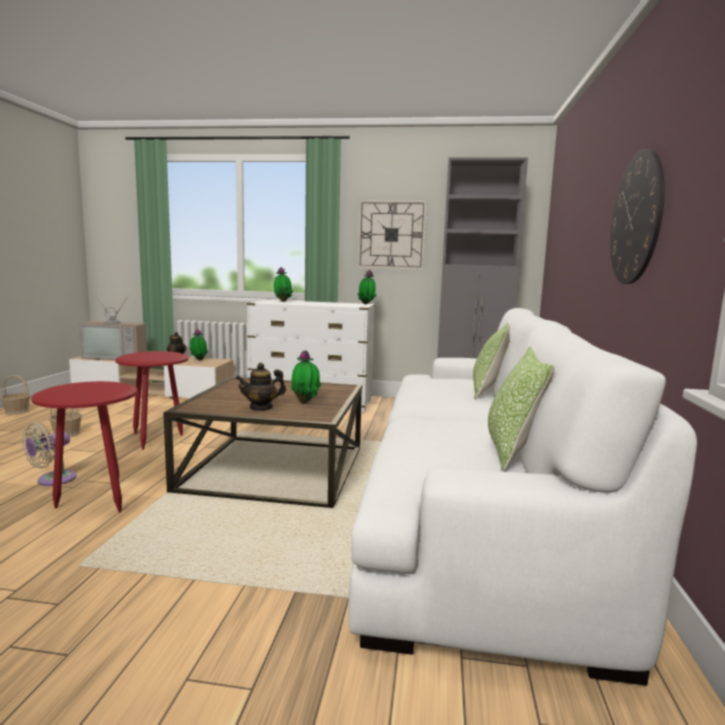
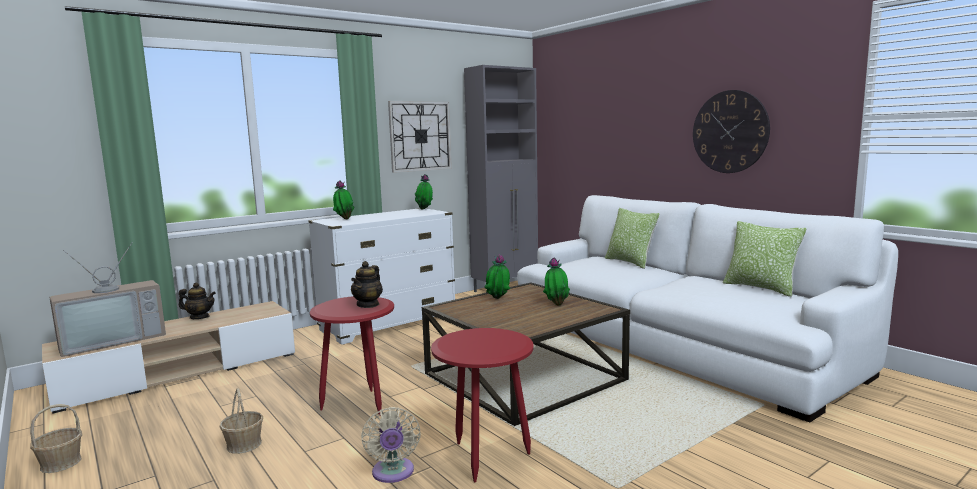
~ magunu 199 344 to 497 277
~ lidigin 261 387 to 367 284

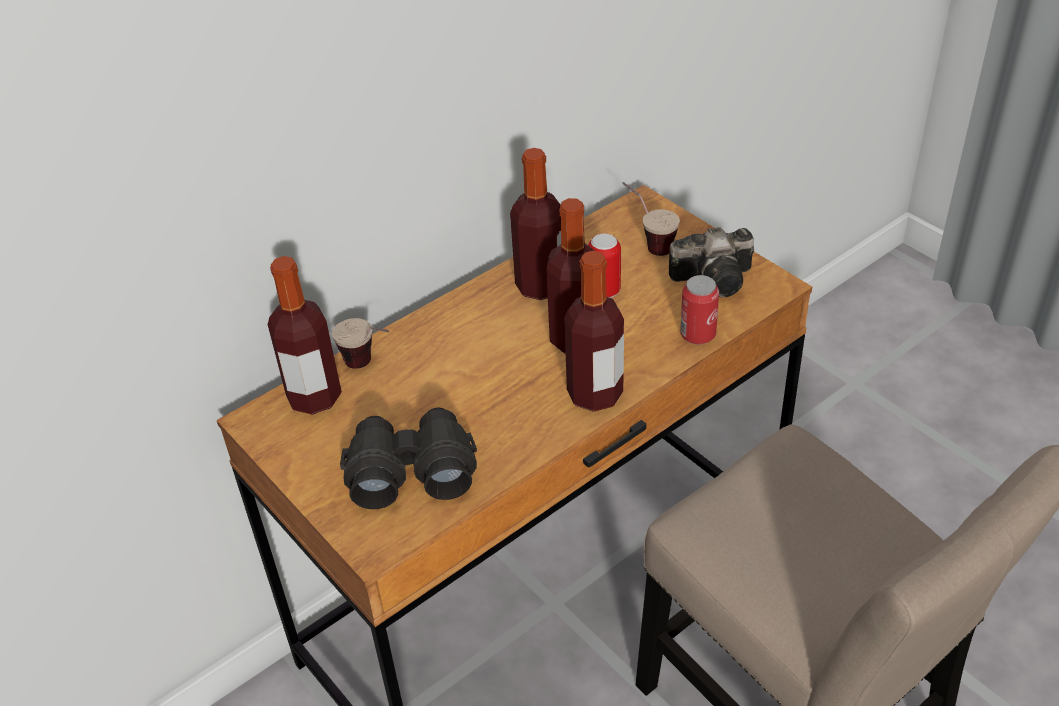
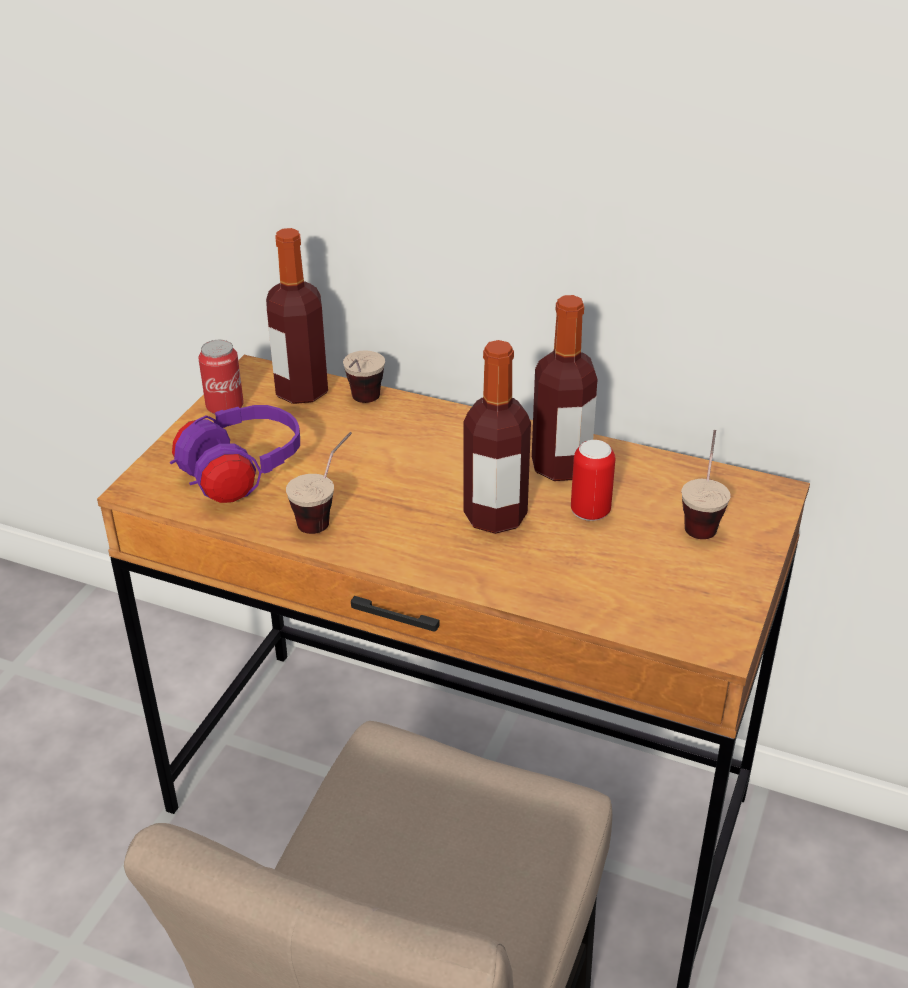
- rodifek 711 262
- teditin 594 331
~ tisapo 699 310 to 221 377
~ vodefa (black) 408 458 to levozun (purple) 235 454
+ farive 319 483

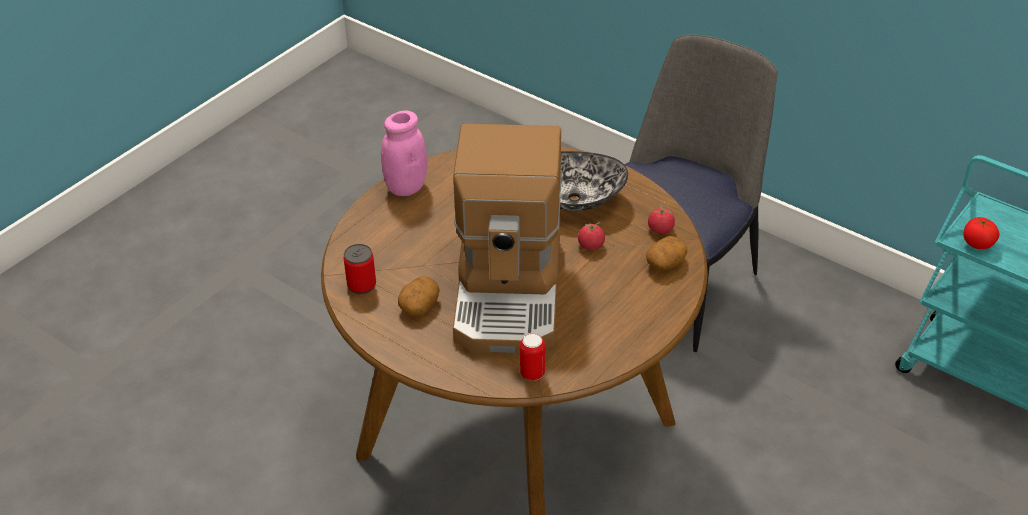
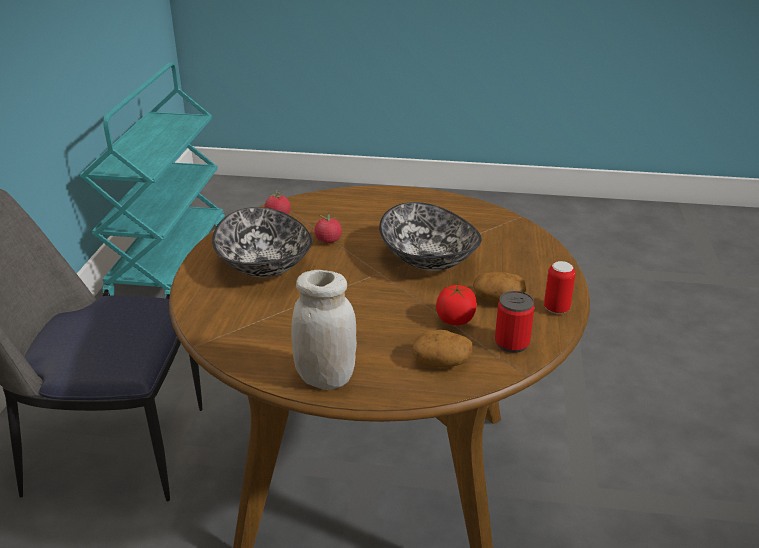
~ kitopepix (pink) 404 153 to kitopepix (white) 324 329
~ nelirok 507 239 to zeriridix 430 236
~ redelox 981 233 to 456 305
~ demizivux 666 253 to 442 348
~ tisapo 532 357 to 559 287

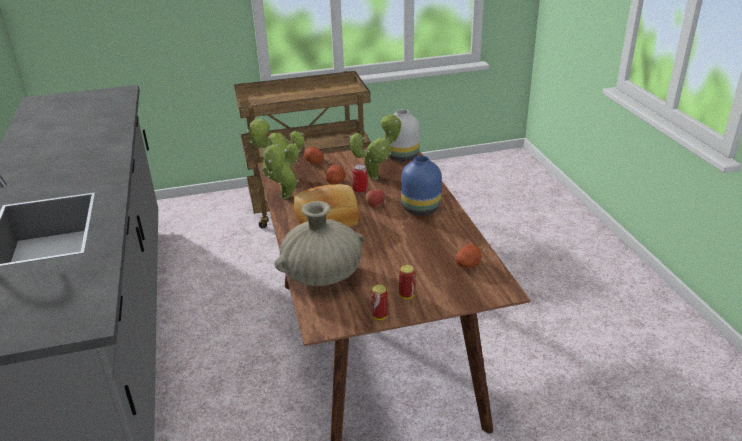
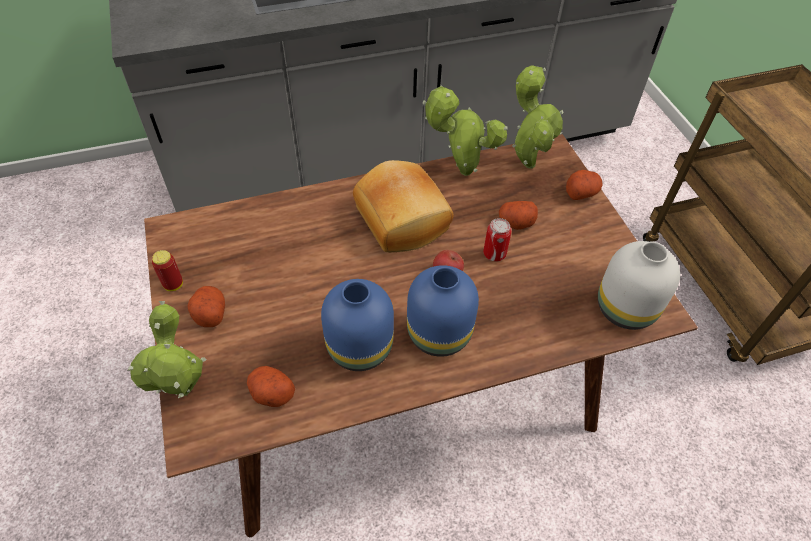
~ magunu 375 146 to 166 349
- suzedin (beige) 319 243
~ tisapo 407 282 to demizivux 206 306
+ suzedin (blue) 357 325

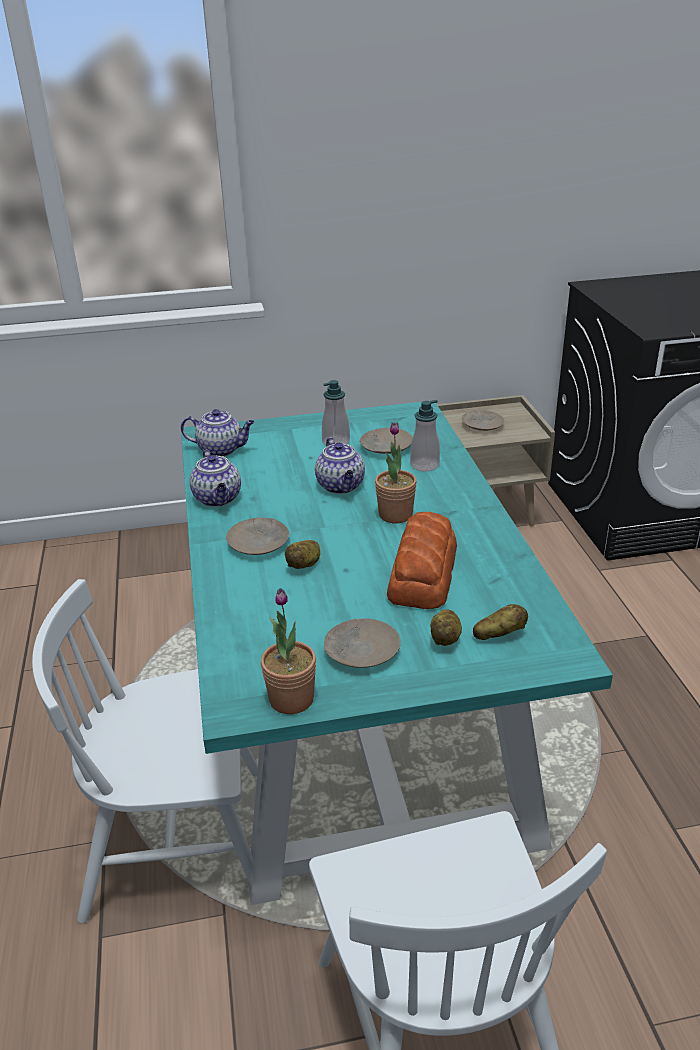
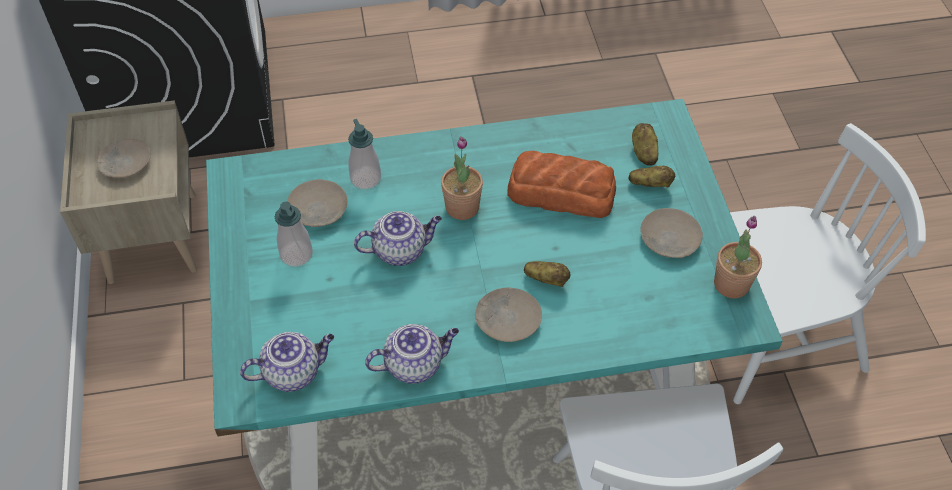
~ lidigin 217 433 = 287 362 60 degrees clockwise

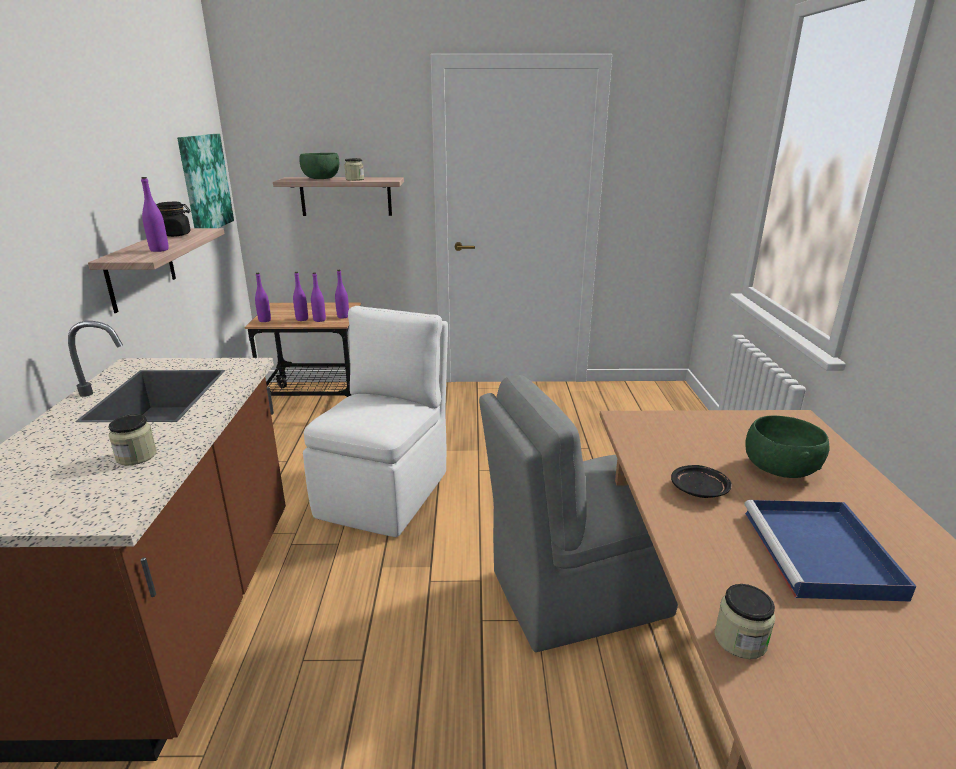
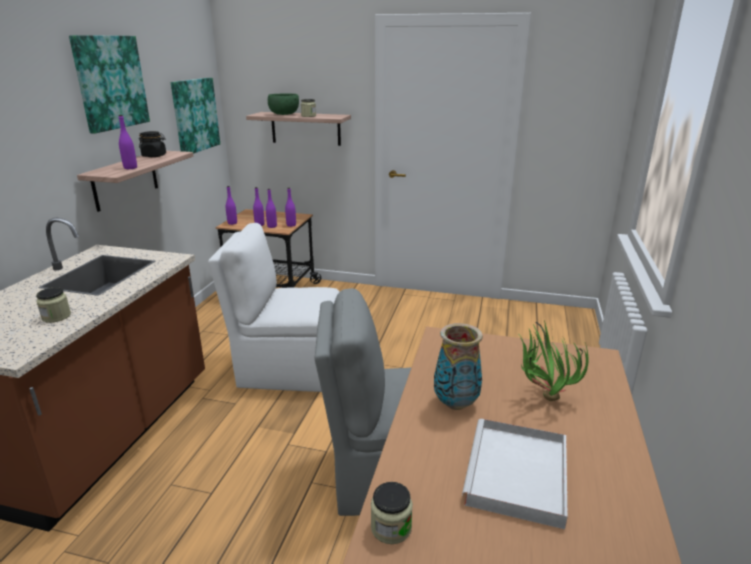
~ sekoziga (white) 375 421 = 274 307 120 degrees counterclockwise
~ zeriridix (green) 788 447 to magunu 554 360
~ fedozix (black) 701 481 to suzedin 458 366
~ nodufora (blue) 830 551 to nodufora (white) 515 474
+ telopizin 109 84

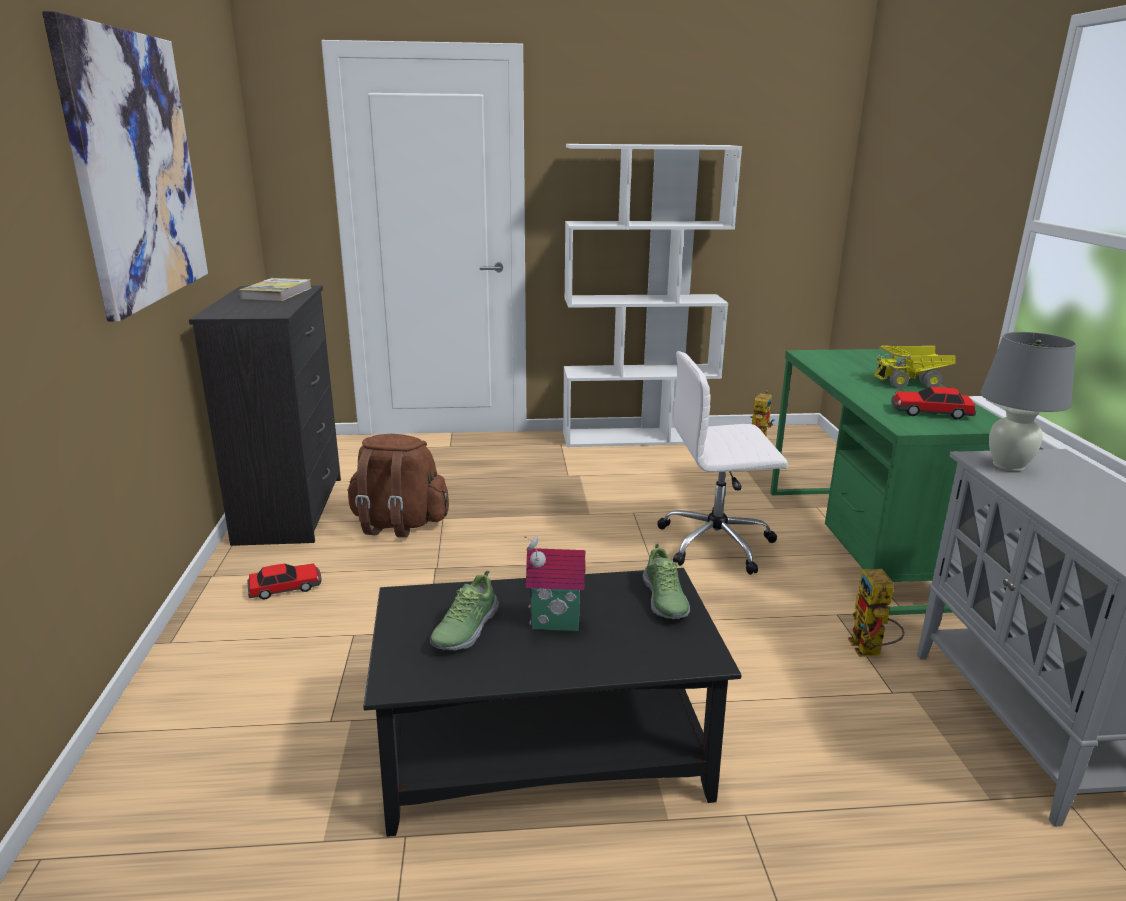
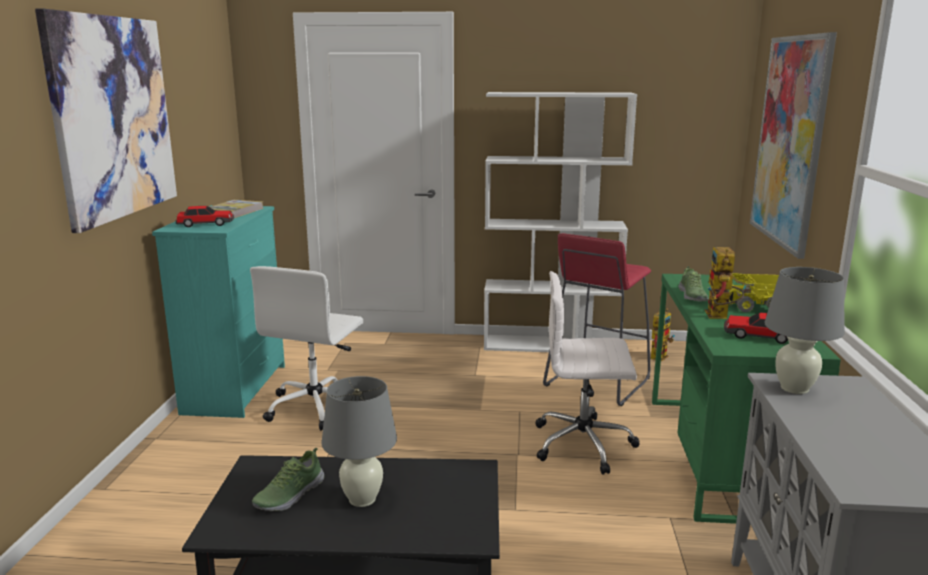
~ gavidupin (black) 265 415 to gavidupin (turquoise) 218 311
~ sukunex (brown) 398 485 to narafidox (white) 306 348
~ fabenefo 554 583 to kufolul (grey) 359 441
~ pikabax 666 581 to 693 284
~ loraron 284 581 to 205 216
~ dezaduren 876 613 to 724 283
+ telopizin 793 145
+ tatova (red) 597 319

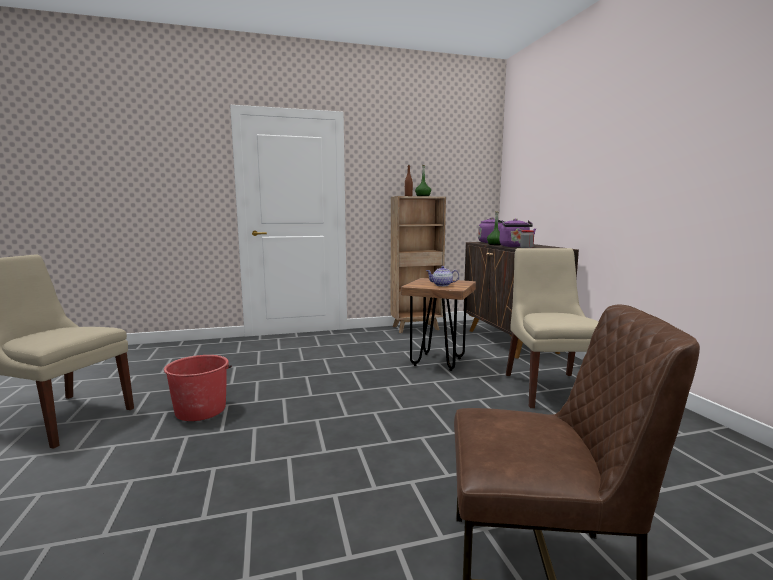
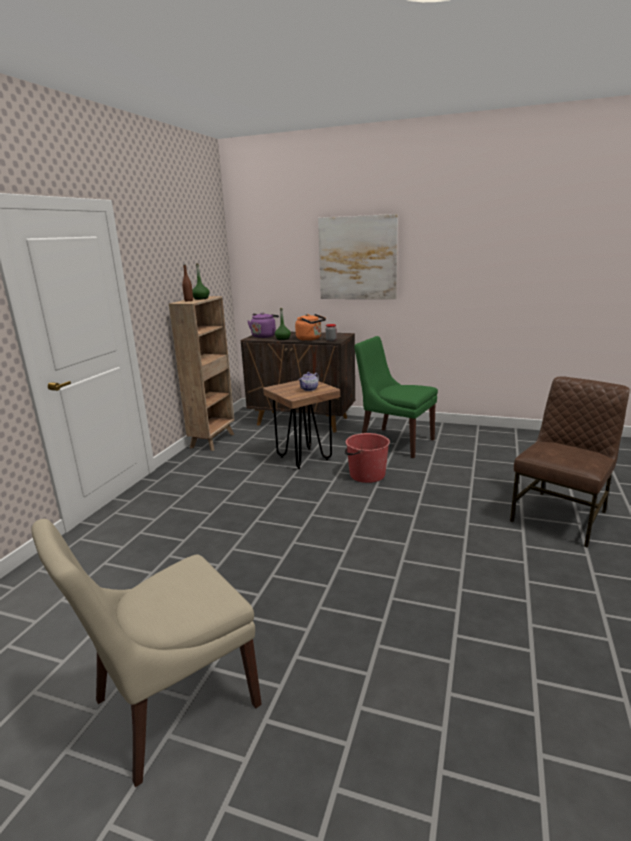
~ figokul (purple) 517 232 to figokul (orange) 310 327
~ sekoziga (beige) 552 328 to sekoziga (green) 396 397
~ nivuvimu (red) 198 388 to 367 458
+ telopizin 358 256

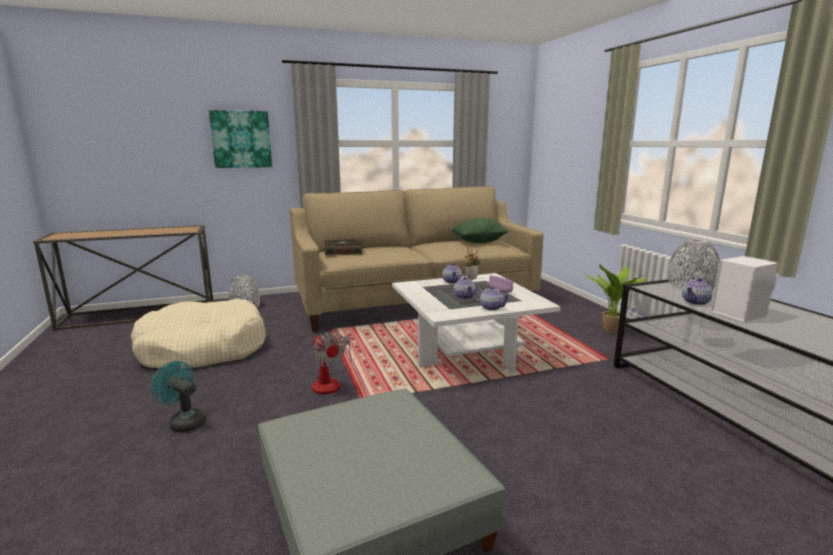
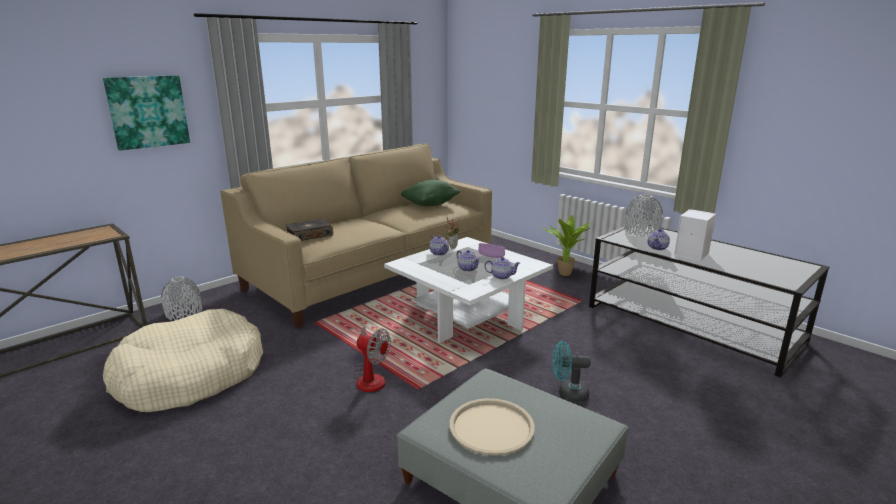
~ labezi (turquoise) 178 397 to 571 371
+ nodufora (beige) 492 427

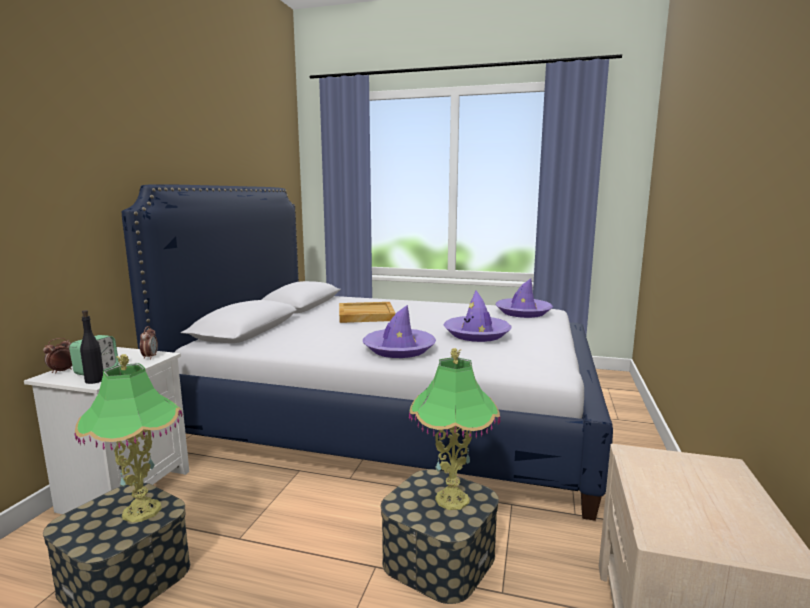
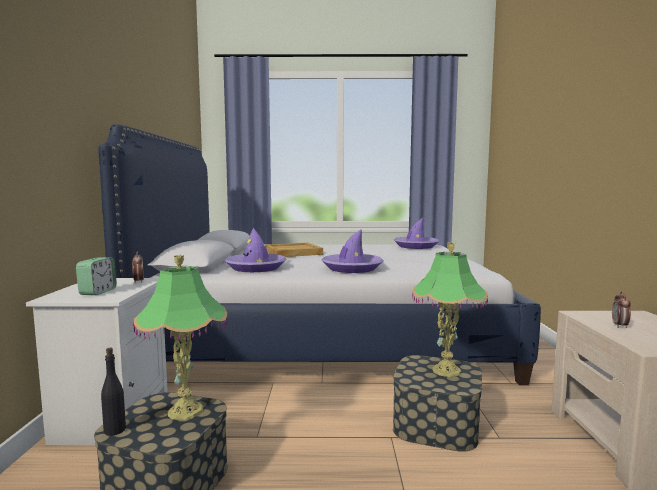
~ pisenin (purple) 477 316 to 255 250
~ teditin (black) 91 347 to 113 392
~ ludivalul 57 355 to 621 309

